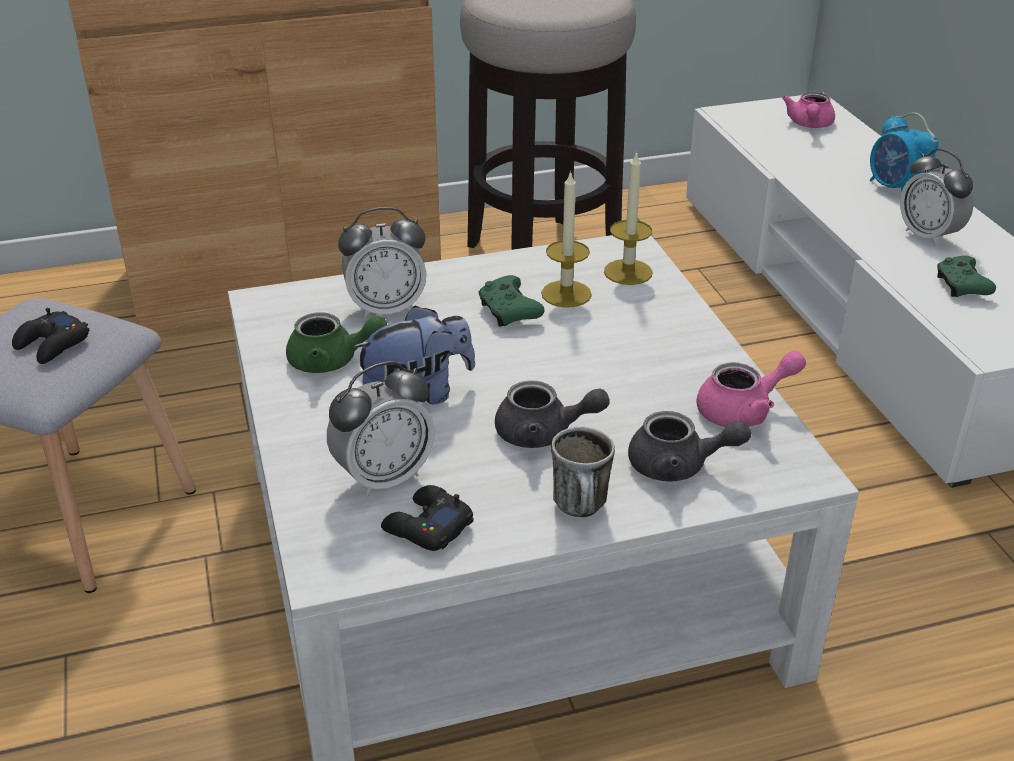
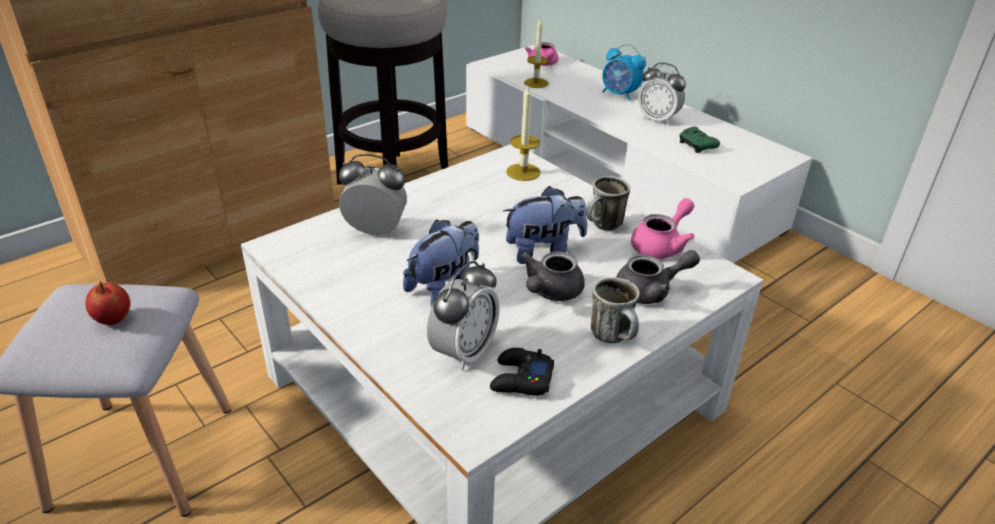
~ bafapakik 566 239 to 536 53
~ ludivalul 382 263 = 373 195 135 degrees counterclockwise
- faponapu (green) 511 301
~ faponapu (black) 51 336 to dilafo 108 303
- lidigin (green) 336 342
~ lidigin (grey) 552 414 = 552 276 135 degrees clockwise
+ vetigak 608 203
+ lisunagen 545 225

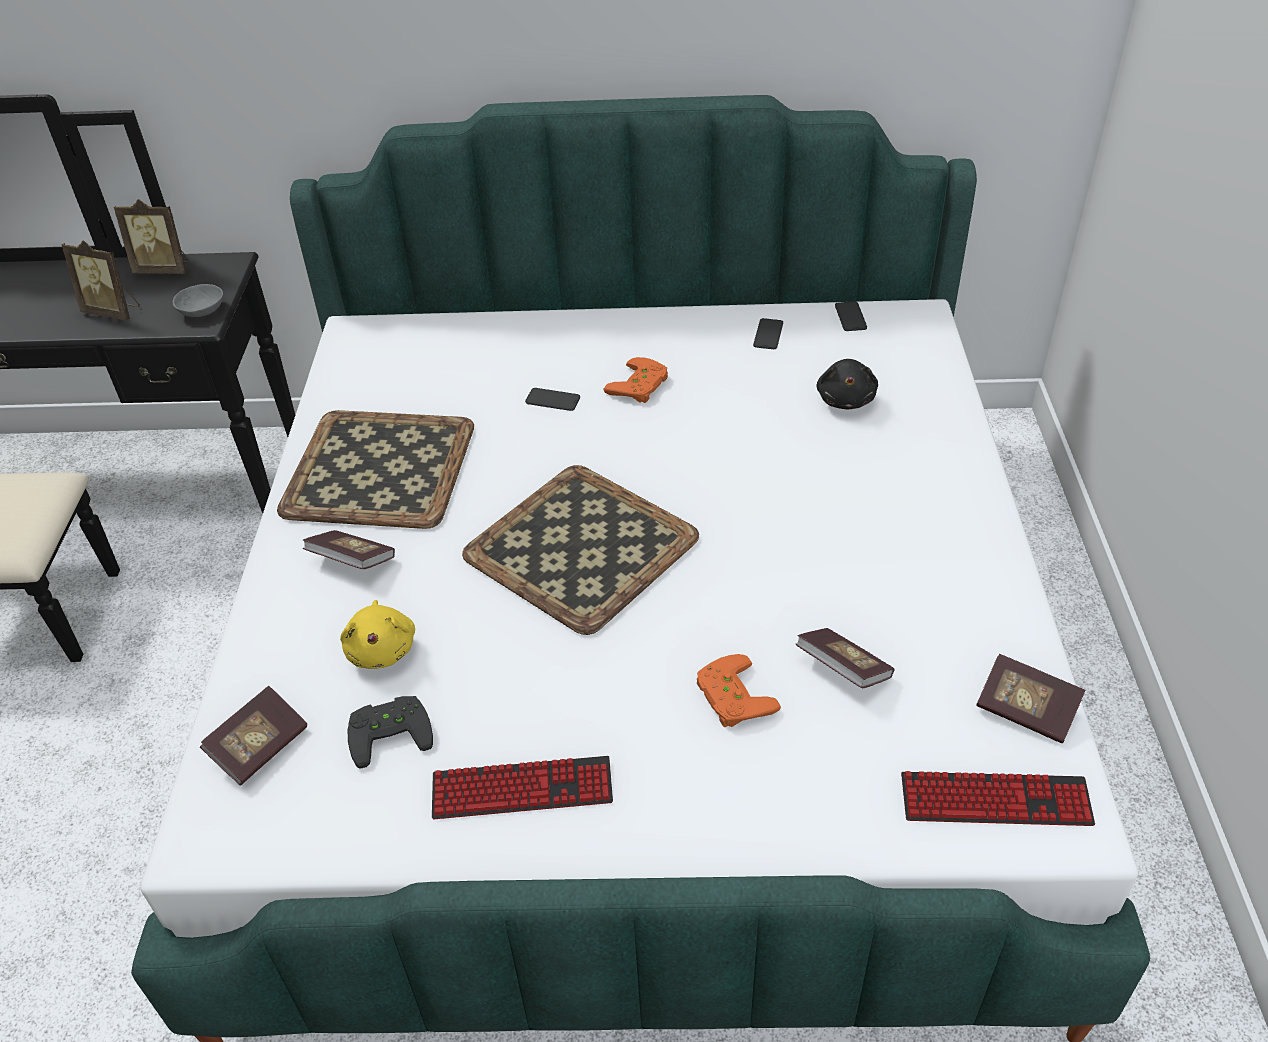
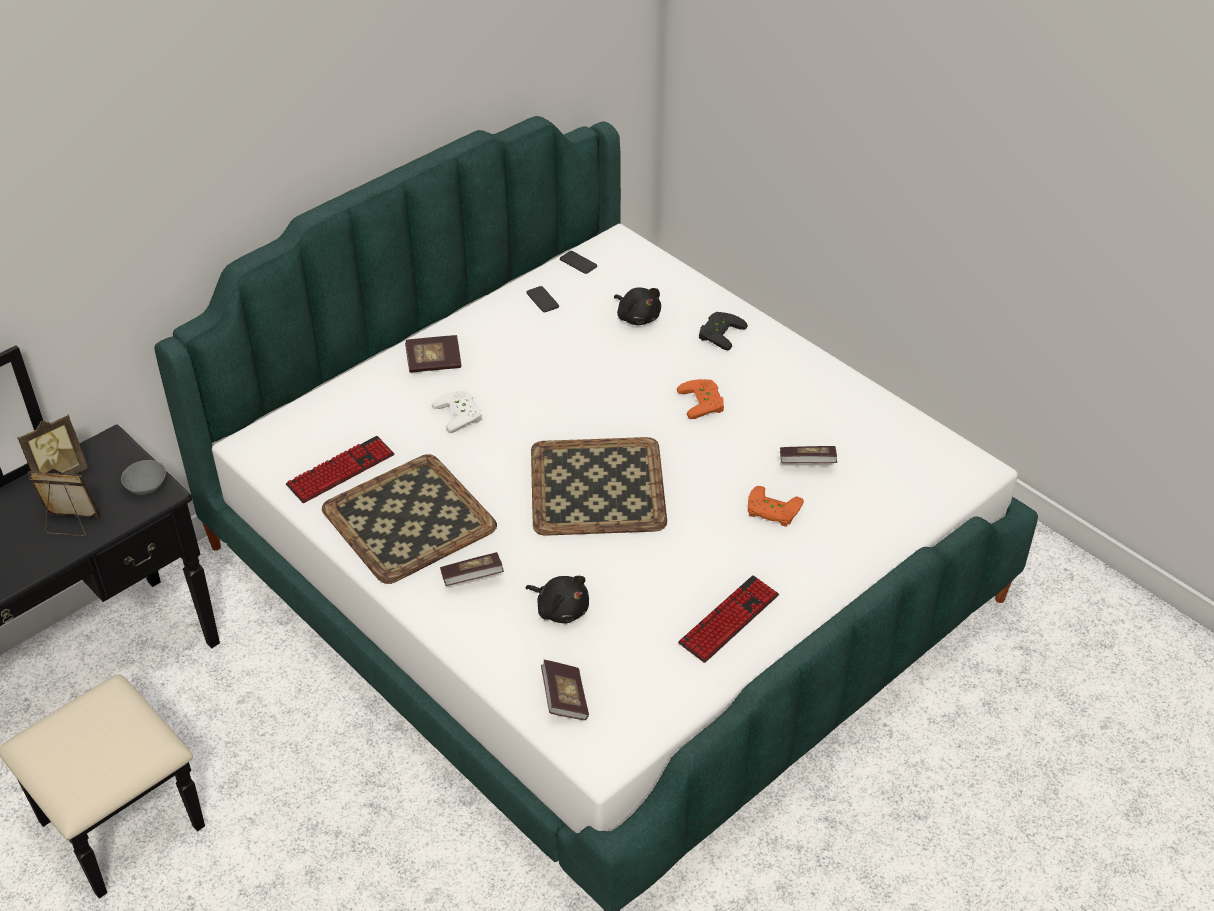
~ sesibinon 100 280 = 64 502 150 degrees counterclockwise
~ faponapu (orange) 635 380 to 700 399
~ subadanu 552 399 to faponapu (white) 457 411
~ lisunagen (yellow) 377 634 to lisunagen (black) 557 599
~ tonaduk 1030 698 to 433 354
~ faponapu (black) 390 732 to 723 331
~ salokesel 998 798 to 340 469

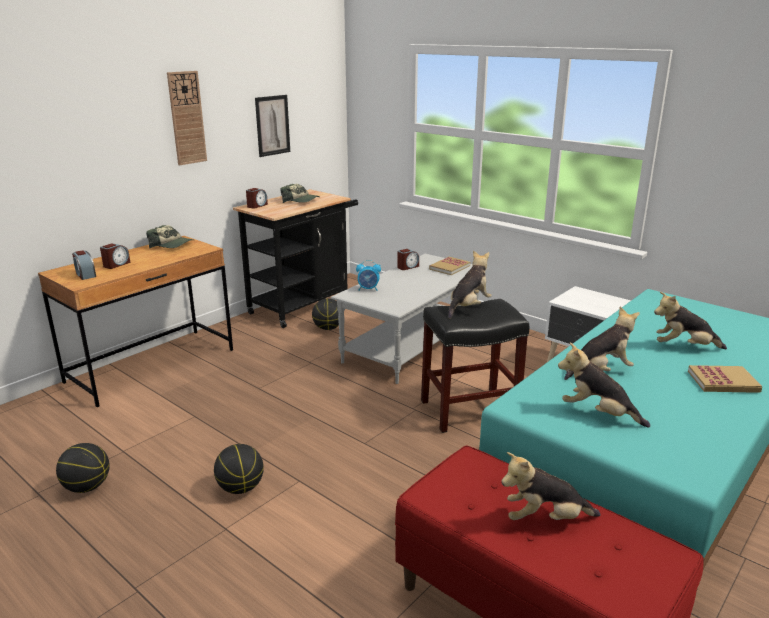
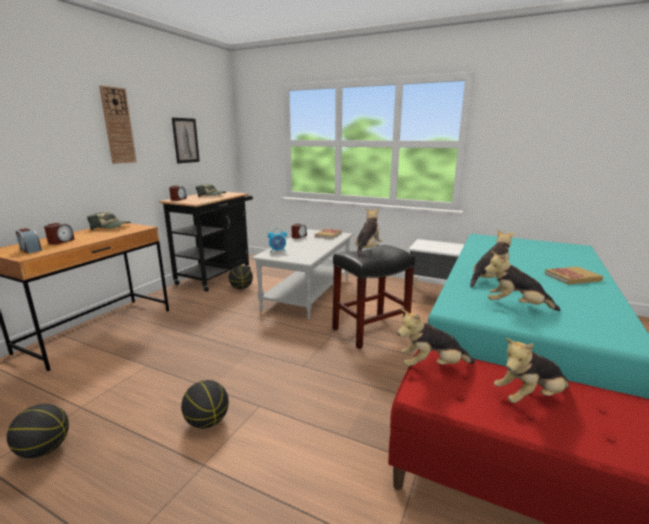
~ lisunagen 690 320 to 436 337

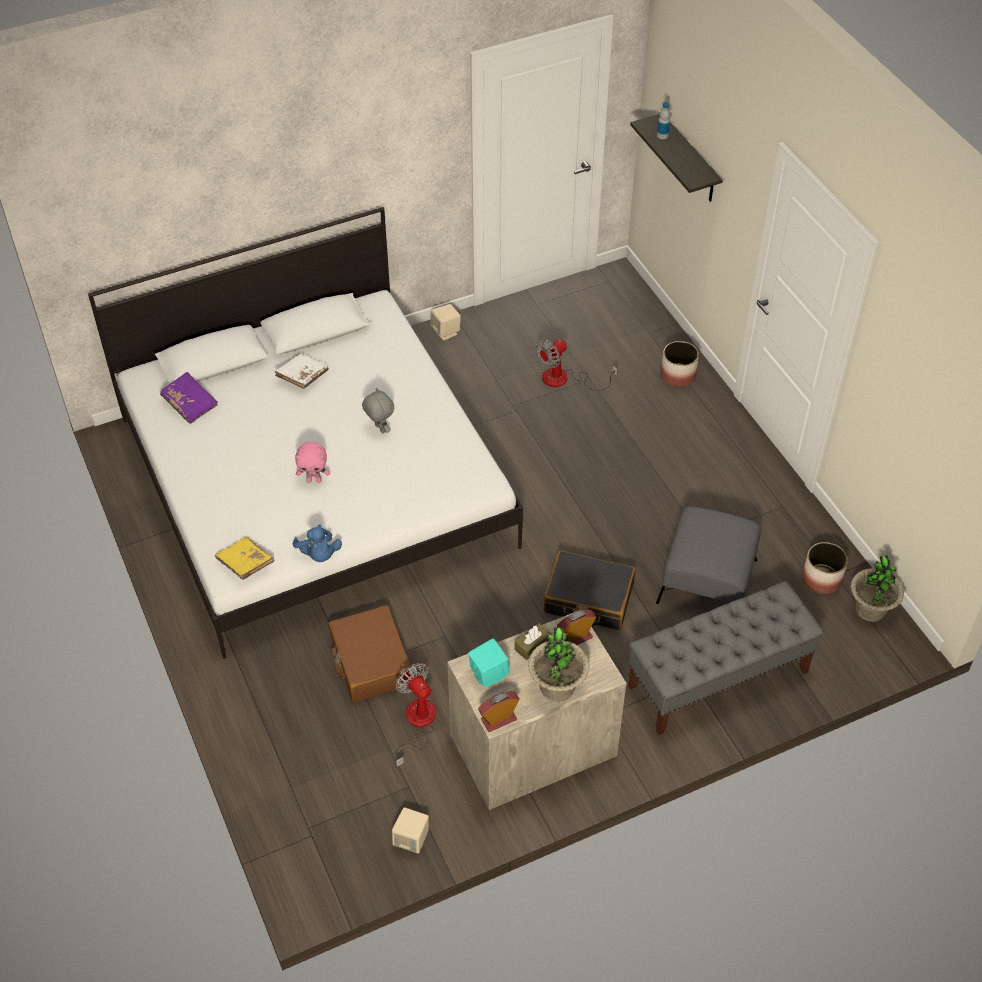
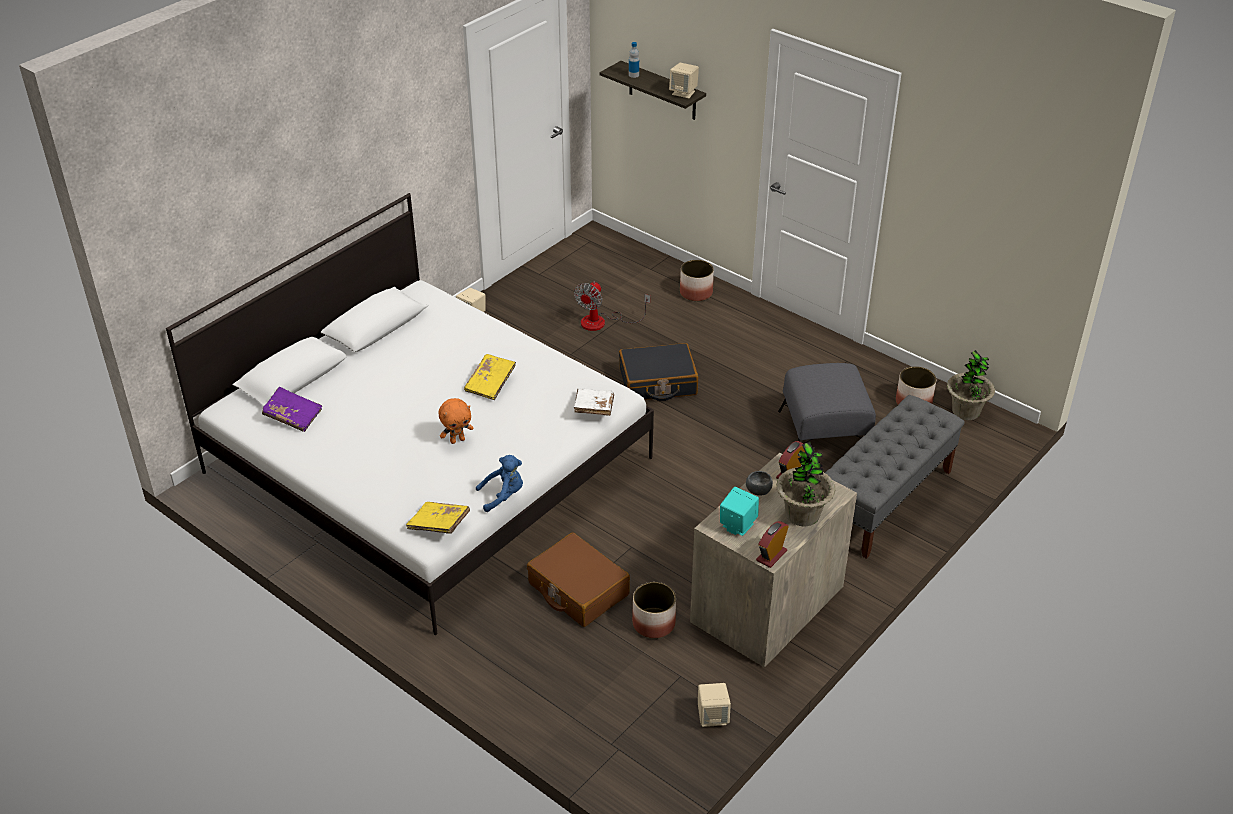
~ tonaduk (white) 302 371 to 594 402
~ lisunagen (grey) 378 410 to tonaduk (yellow) 490 377
~ lisunagen (pink) 312 462 to lisunagen (orange) 456 421
~ lisunagen (blue) 317 543 = 499 483 60 degrees counterclockwise
~ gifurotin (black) 590 590 to 658 372
~ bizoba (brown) 532 641 to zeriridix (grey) 759 483
~ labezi 415 715 to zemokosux 654 610
+ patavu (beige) 684 80

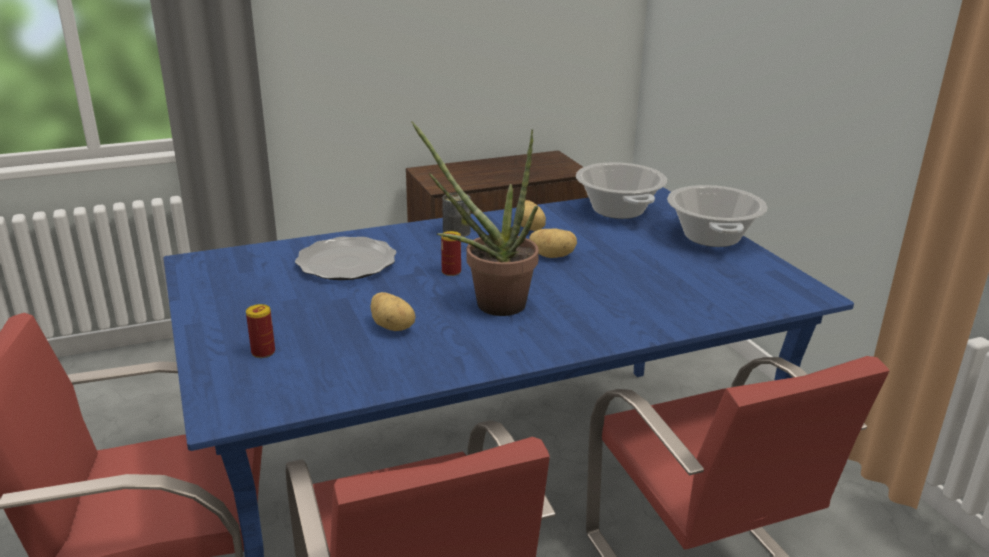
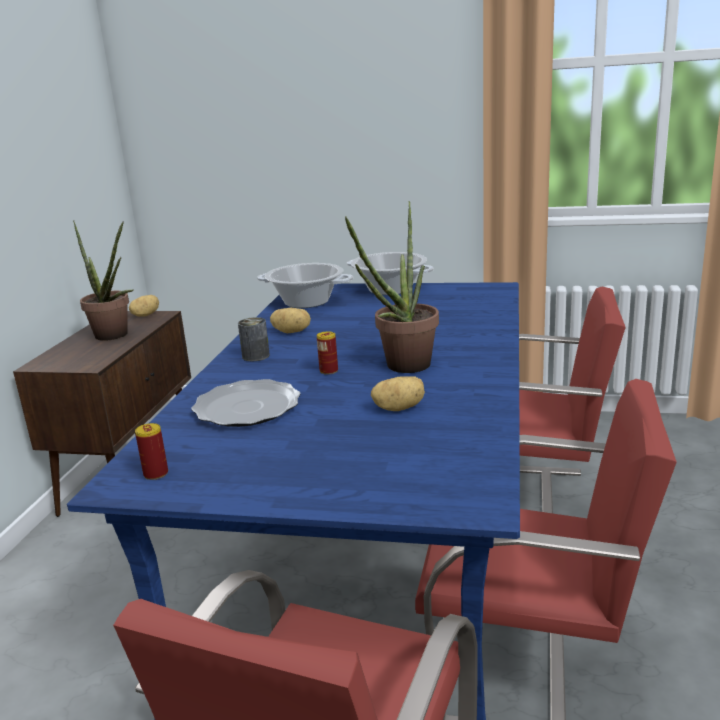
~ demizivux 553 243 to 144 306
~ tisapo 260 331 to 151 451
+ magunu 103 281

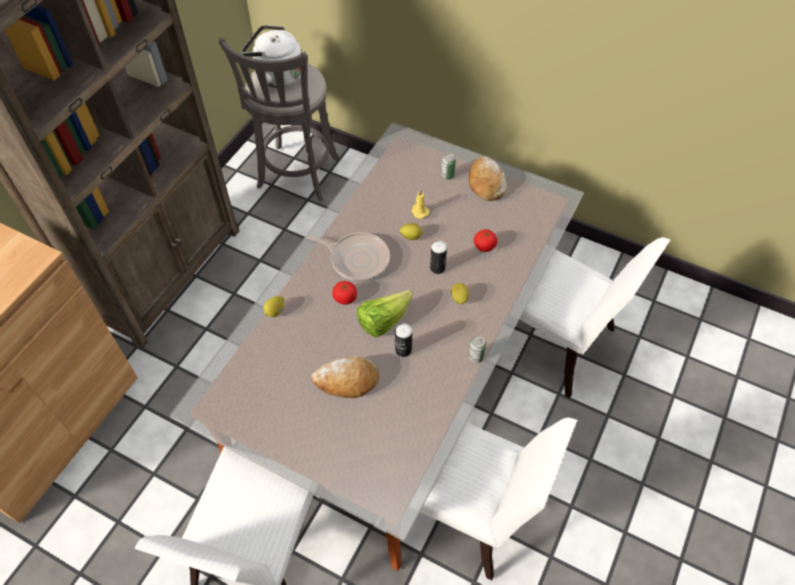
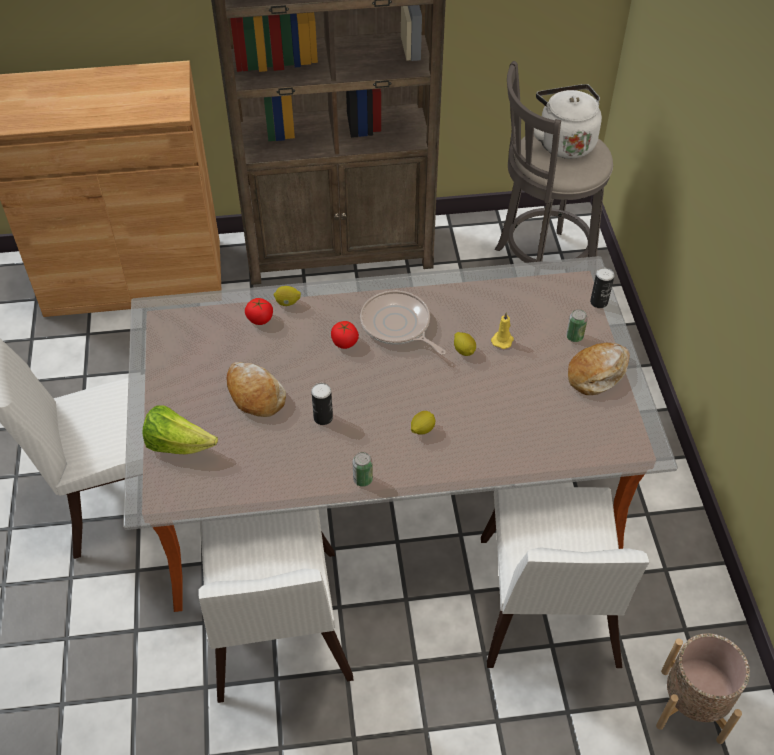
~ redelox 486 240 to 259 311
~ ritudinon 348 257 = 403 322 150 degrees clockwise
~ tisapo 438 257 to 602 287
~ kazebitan 385 313 to 180 429
+ zemokosux (beige) 703 688

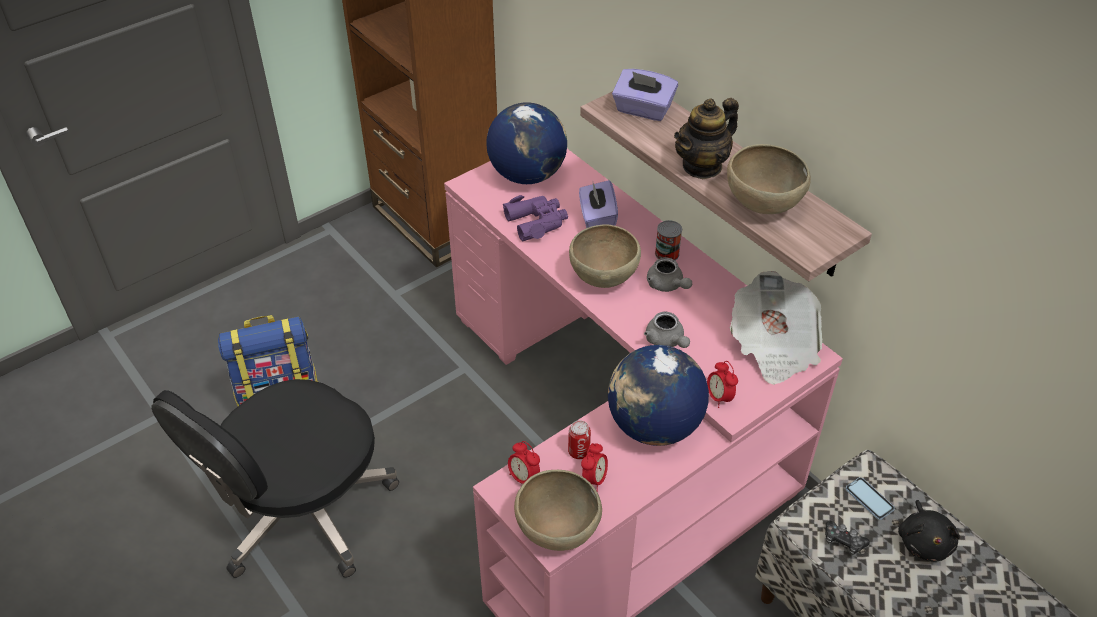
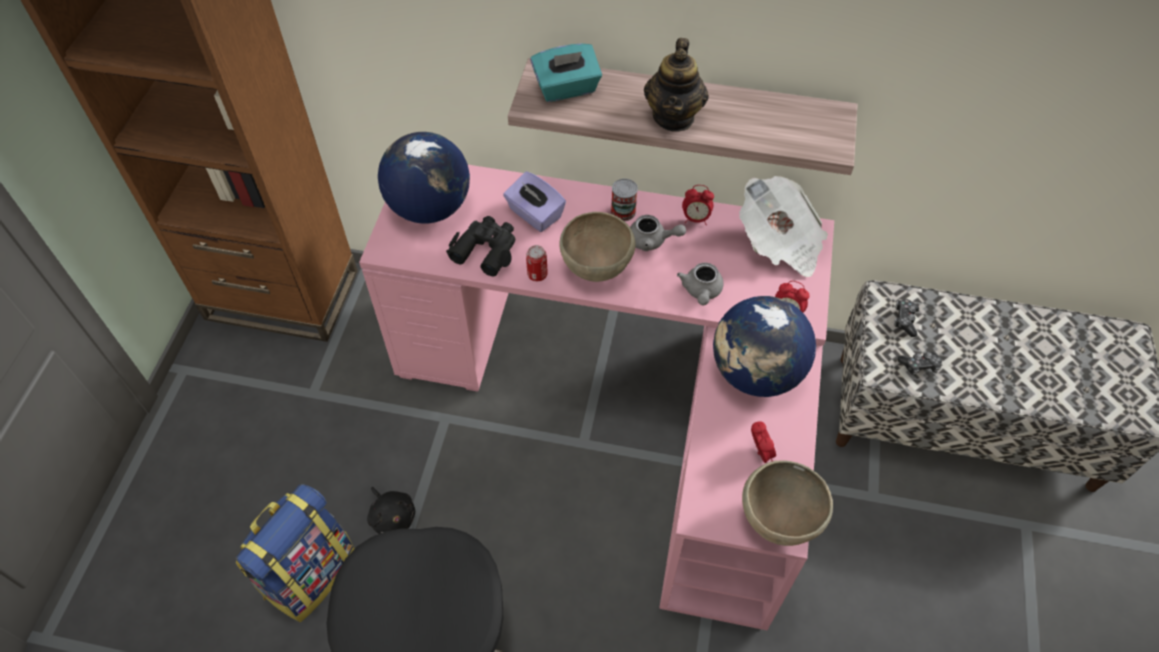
~ bizoba (purple) 645 95 to bizoba (turquoise) 566 73
- zeriridix (brown) 769 179
~ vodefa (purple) 535 218 to vodefa (black) 480 246
~ lidigin (grey) 667 330 = 700 284 75 degrees clockwise
~ tisapo 579 439 to 537 263
~ ludivalul 524 462 to 698 205
~ subadanu 870 498 to faponapu 906 318
~ lisunagen (black) 929 531 to 391 510

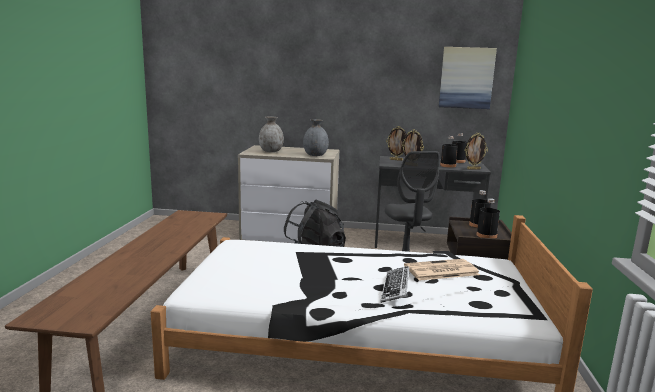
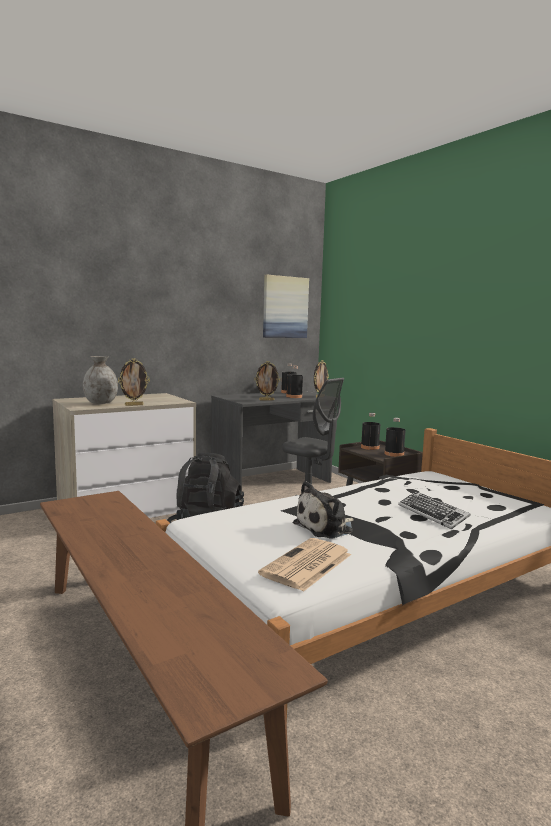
- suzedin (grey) 316 137
~ sesibinon 396 143 to 134 382
~ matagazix 442 270 to 304 565
+ lisunagen 323 510

